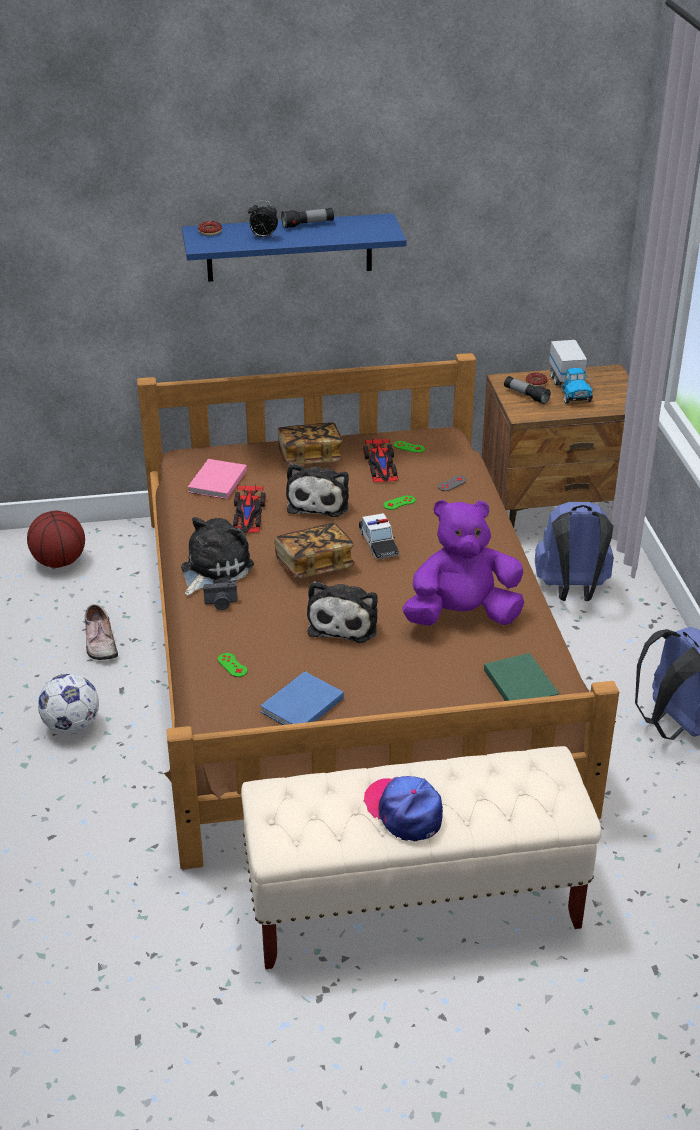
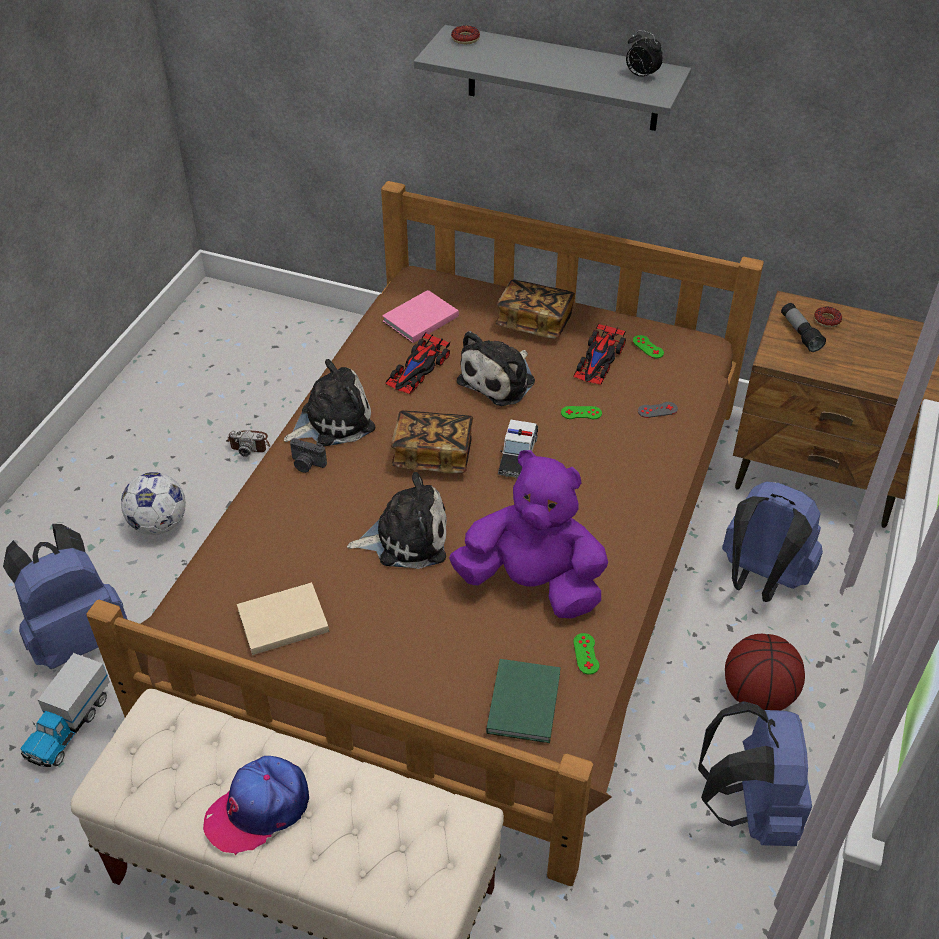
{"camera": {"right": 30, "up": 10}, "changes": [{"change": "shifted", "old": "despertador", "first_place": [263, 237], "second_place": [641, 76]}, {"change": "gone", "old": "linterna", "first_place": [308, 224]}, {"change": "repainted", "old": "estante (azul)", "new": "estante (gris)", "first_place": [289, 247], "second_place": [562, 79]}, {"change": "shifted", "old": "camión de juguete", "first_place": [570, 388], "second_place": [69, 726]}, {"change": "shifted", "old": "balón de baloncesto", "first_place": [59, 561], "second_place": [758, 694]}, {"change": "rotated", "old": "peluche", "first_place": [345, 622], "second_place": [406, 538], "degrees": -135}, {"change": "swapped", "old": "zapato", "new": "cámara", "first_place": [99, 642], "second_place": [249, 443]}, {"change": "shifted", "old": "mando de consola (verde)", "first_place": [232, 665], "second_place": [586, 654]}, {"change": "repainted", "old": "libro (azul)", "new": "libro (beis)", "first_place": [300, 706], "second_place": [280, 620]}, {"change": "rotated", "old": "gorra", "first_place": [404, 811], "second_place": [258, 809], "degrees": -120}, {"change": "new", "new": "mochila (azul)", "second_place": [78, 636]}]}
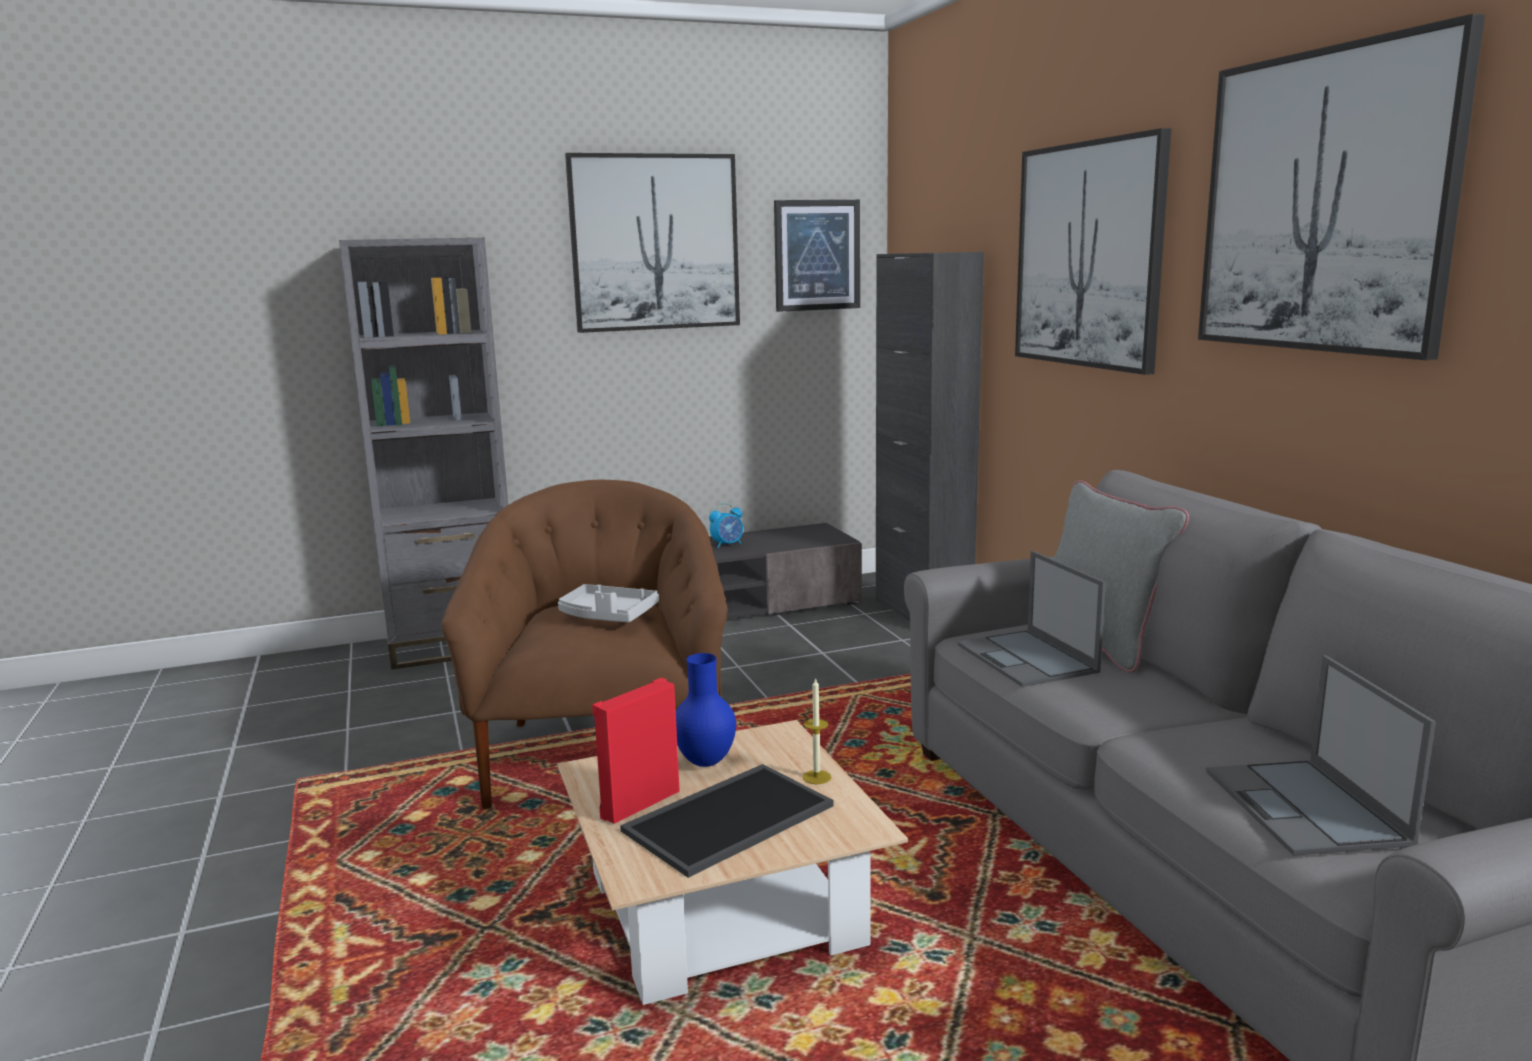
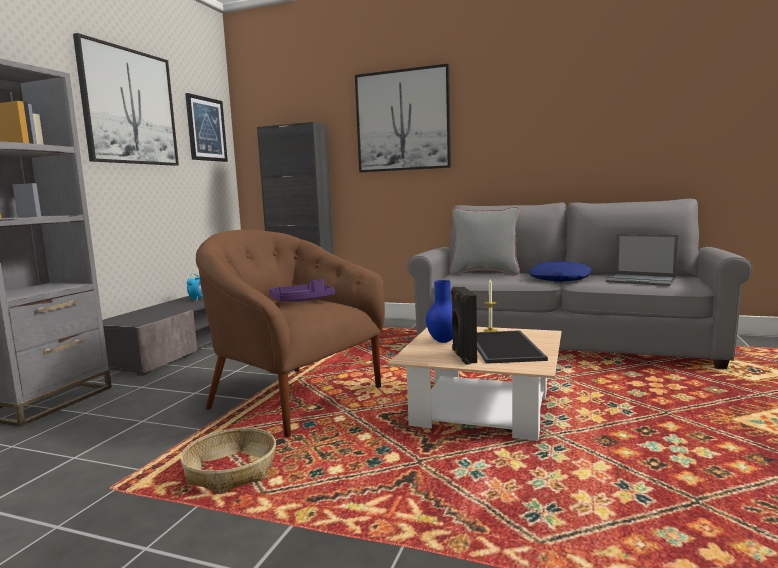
{"camera": {"right": -50, "up": -5}, "changes": [{"change": "gone", "old": "cuadro", "first_place": [1324, 202]}, {"change": "gone", "old": "portátil", "first_place": [1028, 659]}, {"change": "repainted", "old": "bandeja (gris)", "new": "bandeja (morado)", "first_place": [607, 616], "second_place": [302, 300]}, {"change": "repainted", "old": "altavoz (rojo)", "new": "altavoz (negro)", "first_place": [638, 803], "second_place": [463, 356]}, {"change": "new", "new": "cojín (azul)", "second_place": [560, 279]}, {"change": "new", "new": "cesta", "second_place": [231, 471]}]}
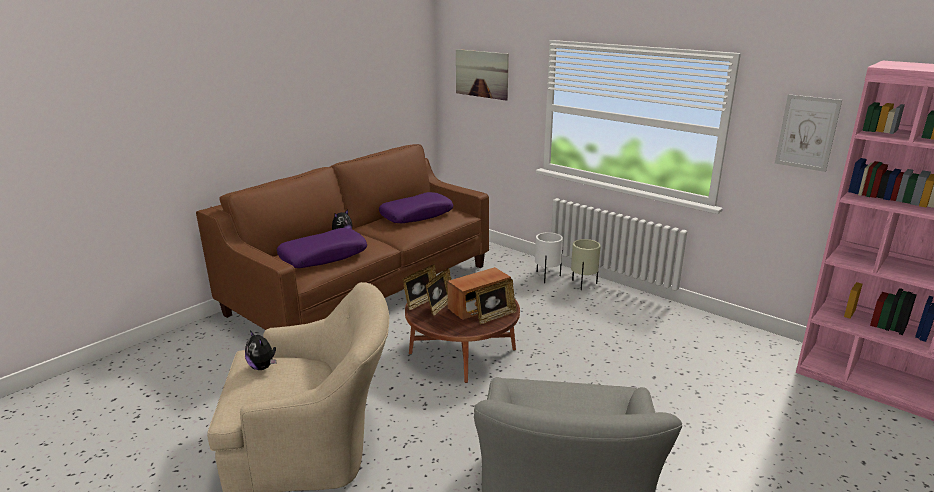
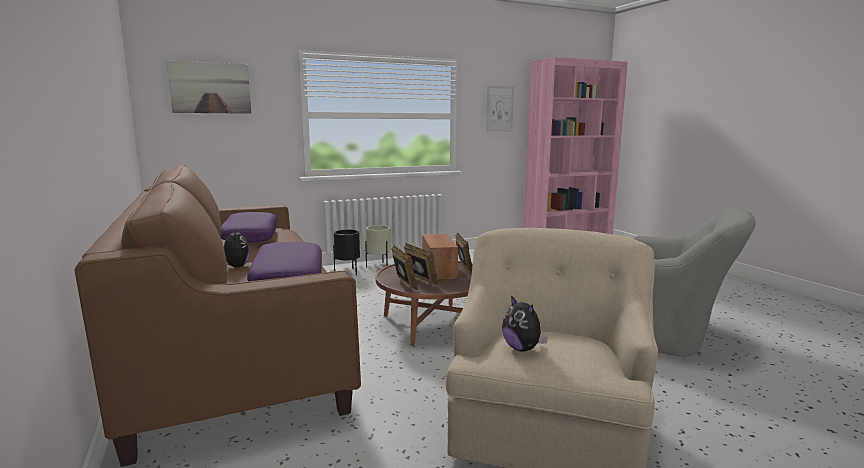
{"camera": {"right": -65, "up": -10}, "changes": [{"change": "repainted", "old": "maceta (blanco)", "new": "maceta (negro)", "first_place": [547, 277], "second_place": [348, 272]}, {"change": "rotated", "old": "peluche", "first_place": [263, 367], "second_place": [522, 348], "degrees": 75}]}
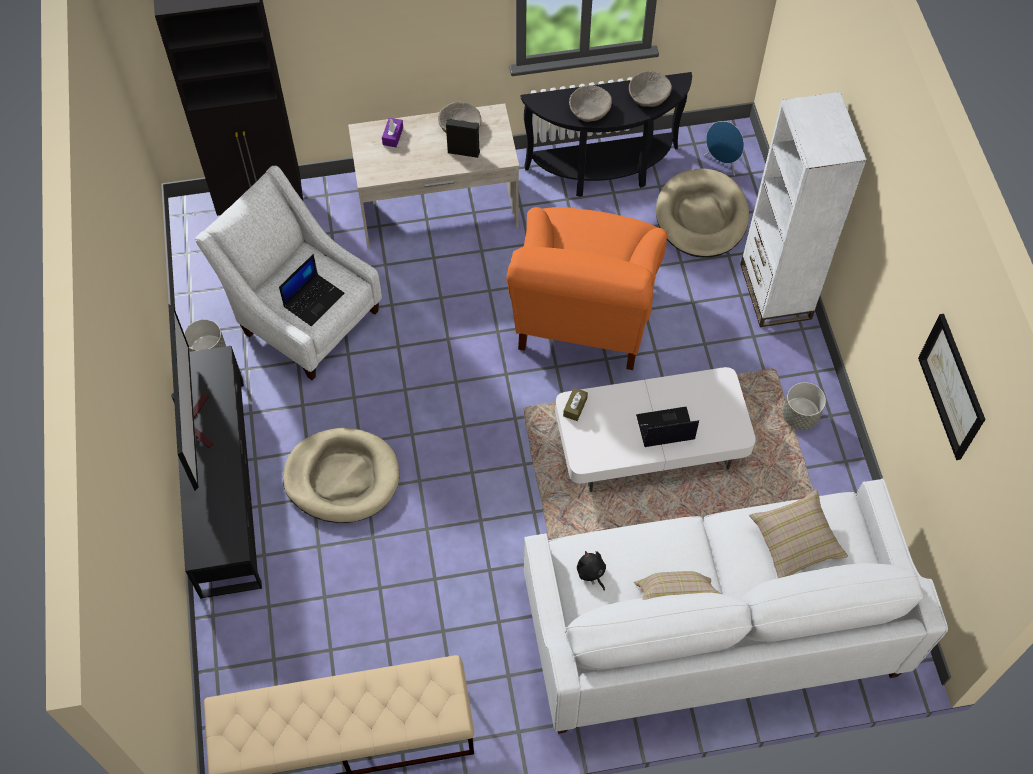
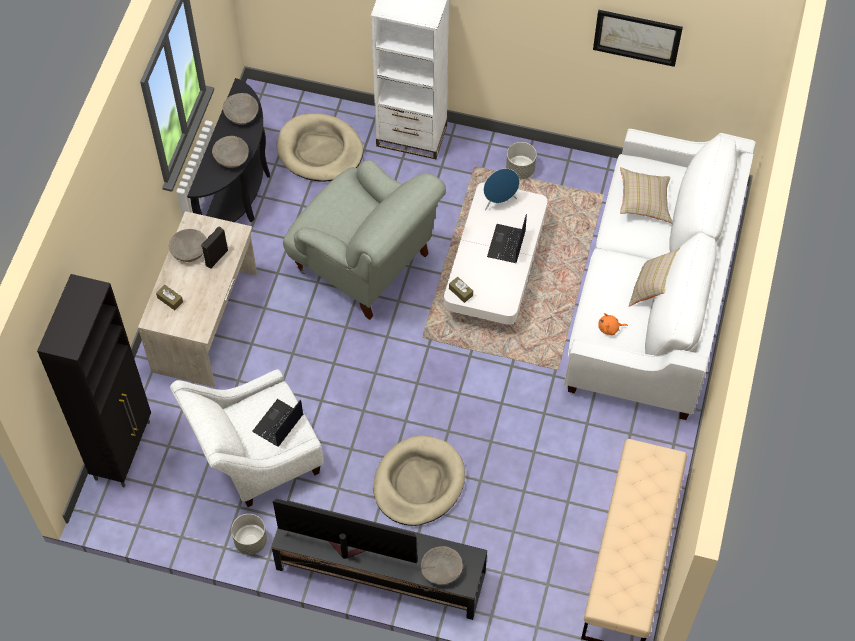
{"camera": {"right": -65, "up": 0}, "changes": [{"change": "repainted", "old": "caja de pañuelos (morado)", "new": "caja de pañuelos (marrón)", "first_place": [393, 136], "second_place": [170, 300]}, {"change": "shifted", "old": "altavoz (azul)", "first_place": [722, 163], "second_place": [499, 201]}, {"change": "repainted", "old": "sillón (naranja)", "new": "sillón (gris)", "first_place": [584, 316], "second_place": [365, 264]}, {"change": "rotated", "old": "portátil", "first_place": [314, 299], "second_place": [278, 424], "degrees": -120}, {"change": "repainted", "old": "peluche (negro)", "new": "peluche (naranja)", "first_place": [591, 573], "second_place": [610, 328]}, {"change": "new", "new": "cuenco (beis)", "second_place": [441, 569]}]}
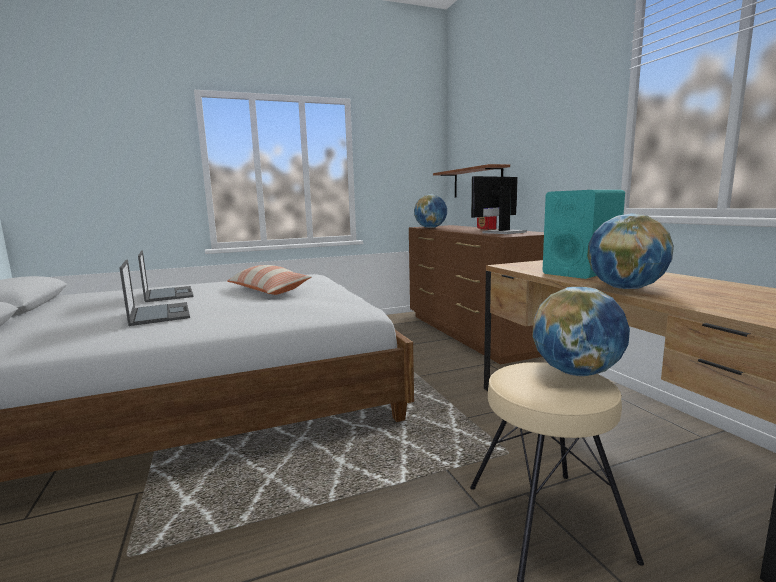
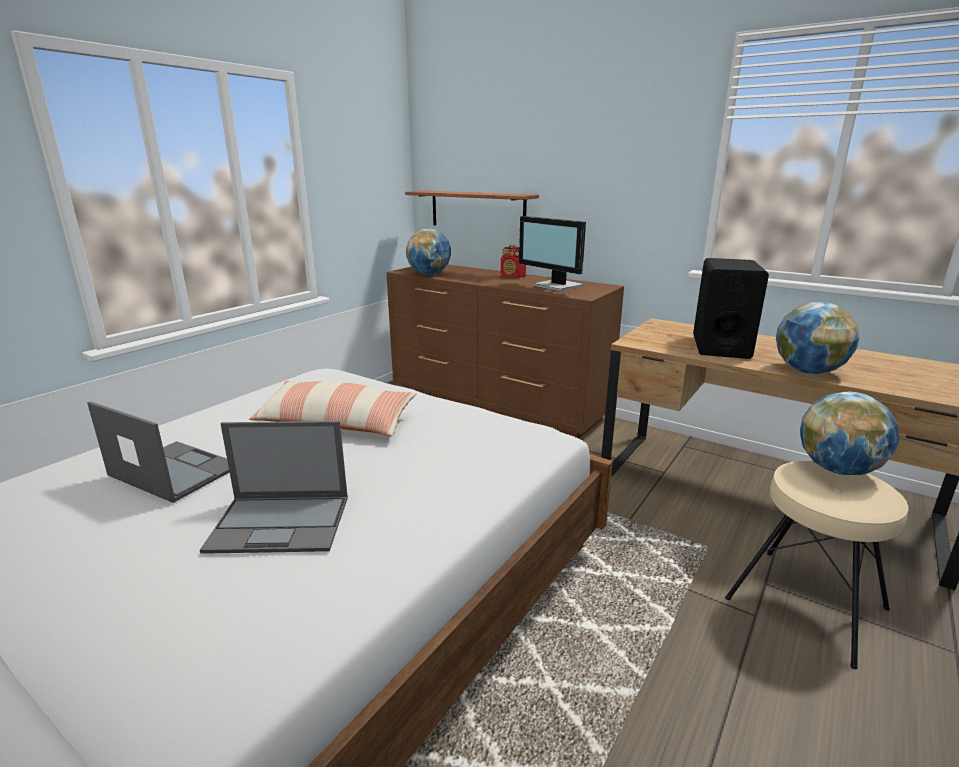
{"camera": {"right": -35, "up": 10}, "changes": [{"change": "rotated", "old": "monitor", "first_place": [502, 232], "second_place": [557, 286], "degrees": -60}, {"change": "repainted", "old": "altavoz (turquesa)", "new": "altavoz (negro)", "first_place": [580, 272], "second_place": [720, 346]}, {"change": "rotated", "old": "portátil", "first_place": [159, 314], "second_place": [282, 523], "degrees": 150}]}
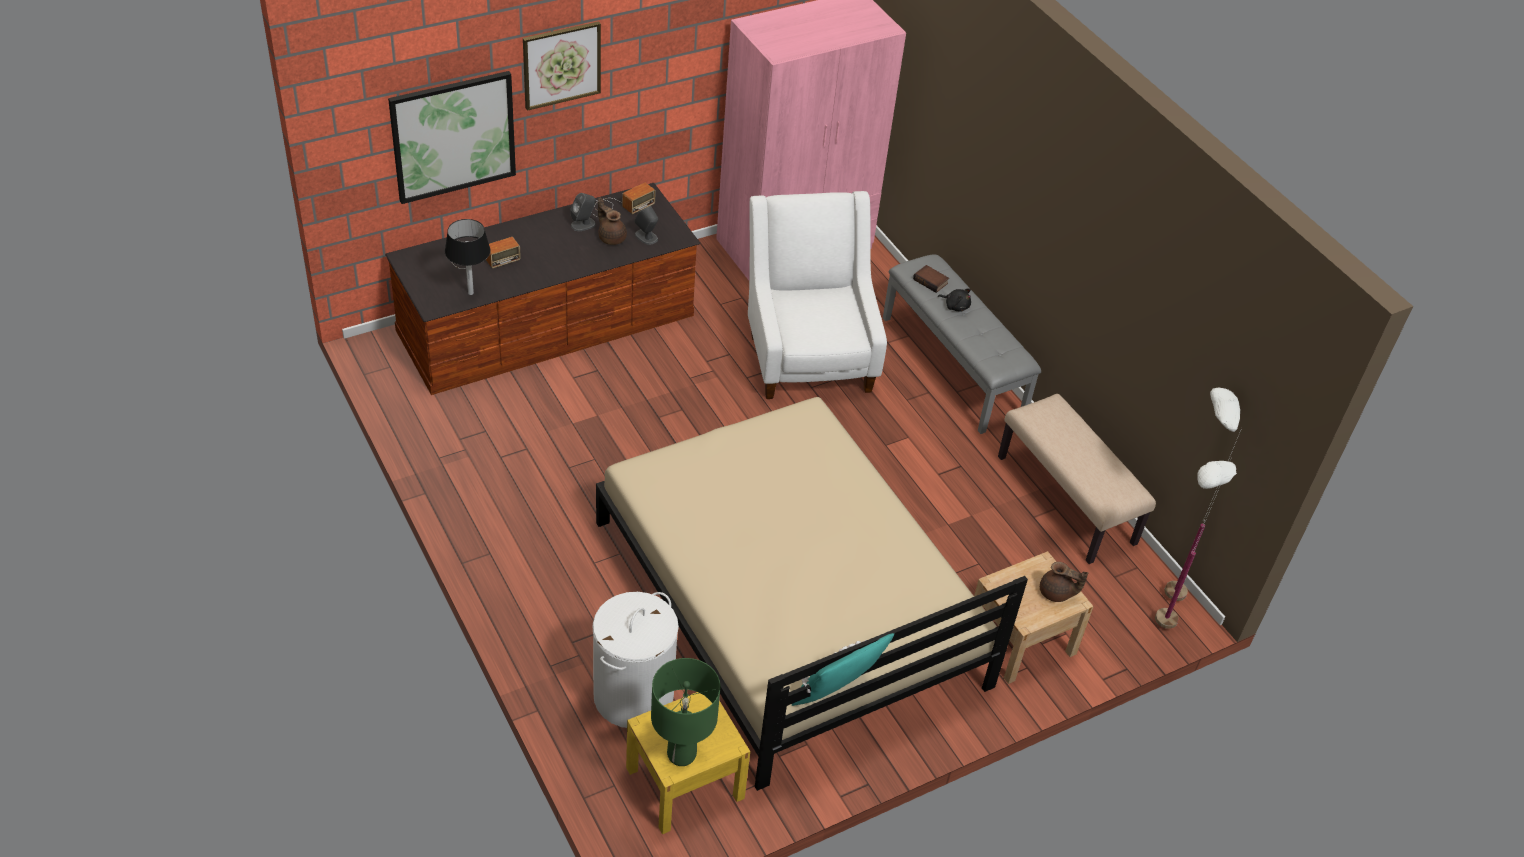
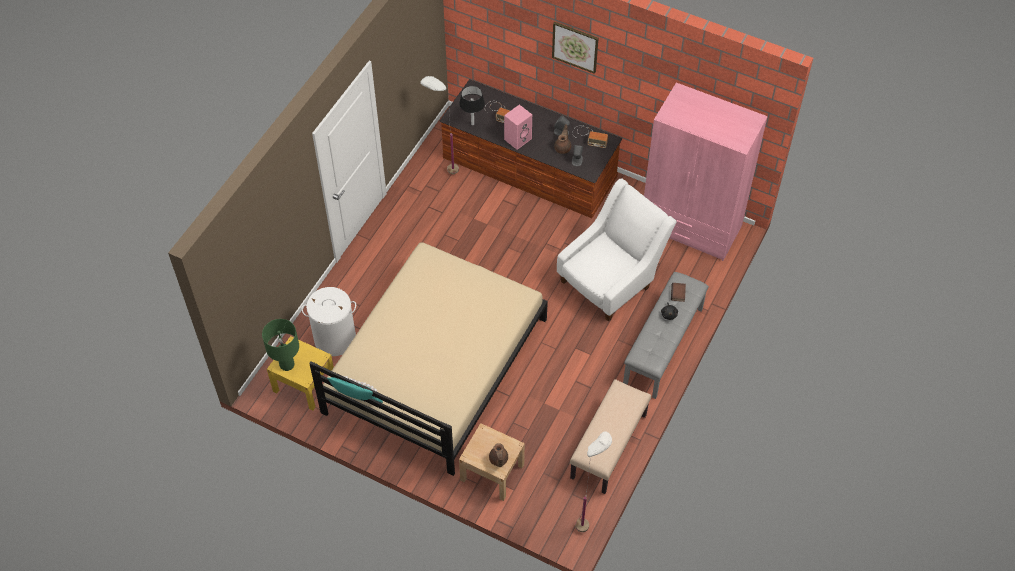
{"camera": {"right": 60, "up": 10}, "changes": [{"change": "gone", "old": "cuadro", "first_place": [453, 136]}, {"change": "shifted", "old": "lámpara de pie (blanco)", "first_place": [1153, 635], "second_place": [443, 170]}, {"change": "new", "new": "altavoz (rosa)", "second_place": [518, 138]}]}
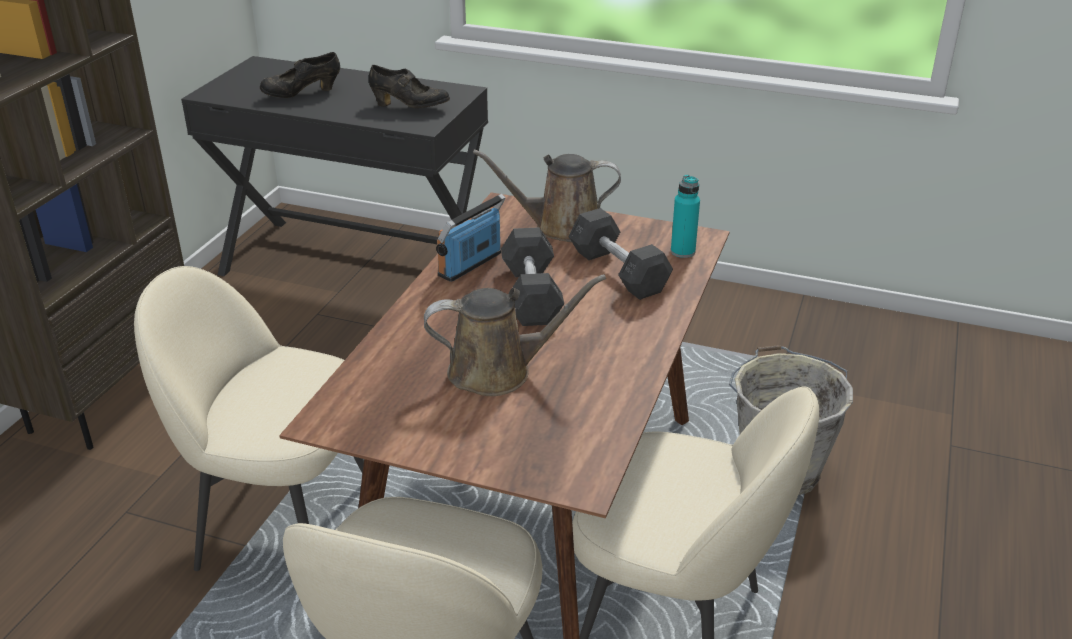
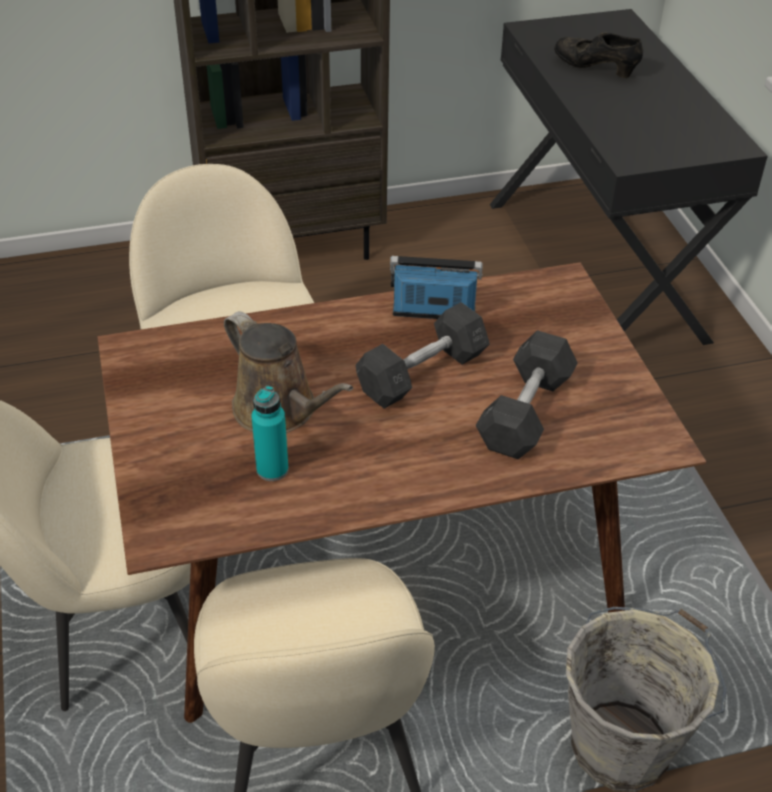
{"camera": {"right": 55, "up": 10}, "changes": [{"change": "gone", "old": "zapato (negro)", "first_place": [409, 107]}, {"change": "gone", "old": "regadera (marrón)", "first_place": [561, 227]}, {"change": "shifted", "old": "botella (turquesa)", "first_place": [682, 252], "second_place": [272, 469]}]}
